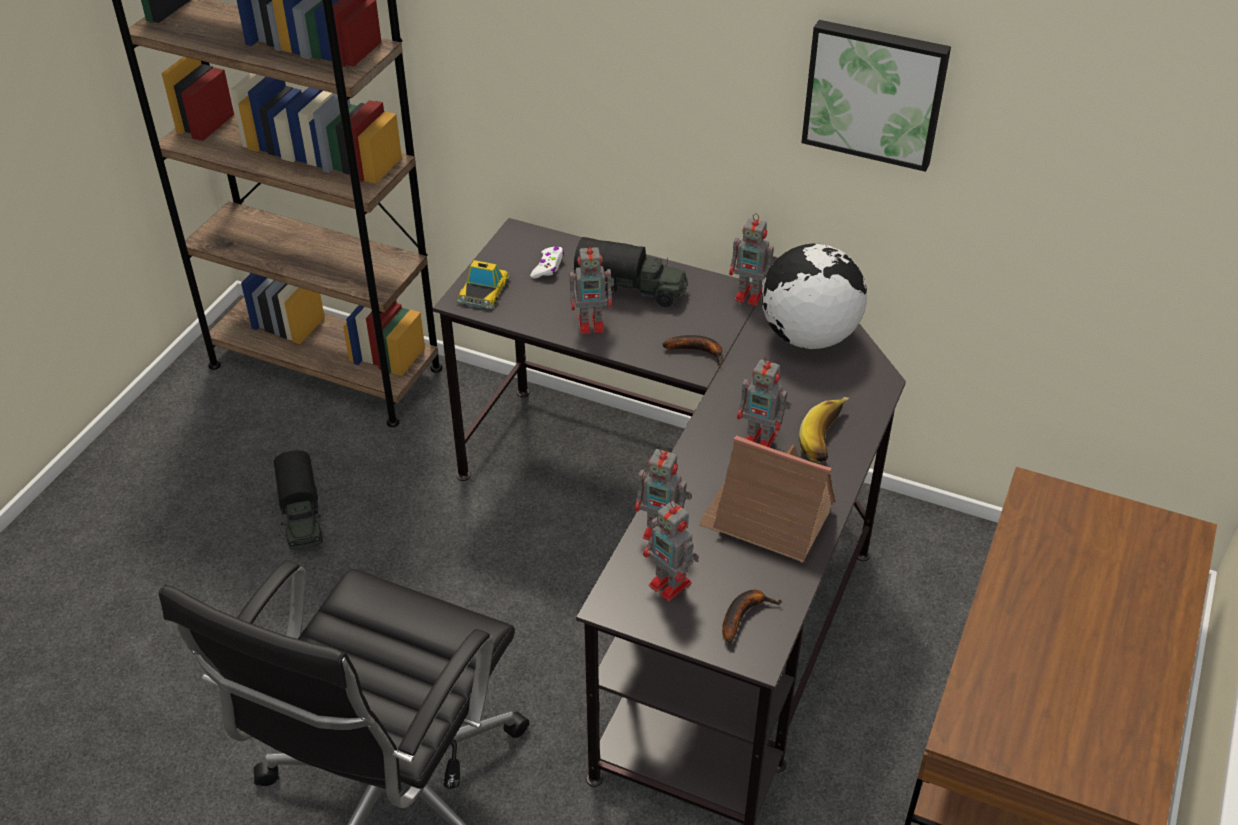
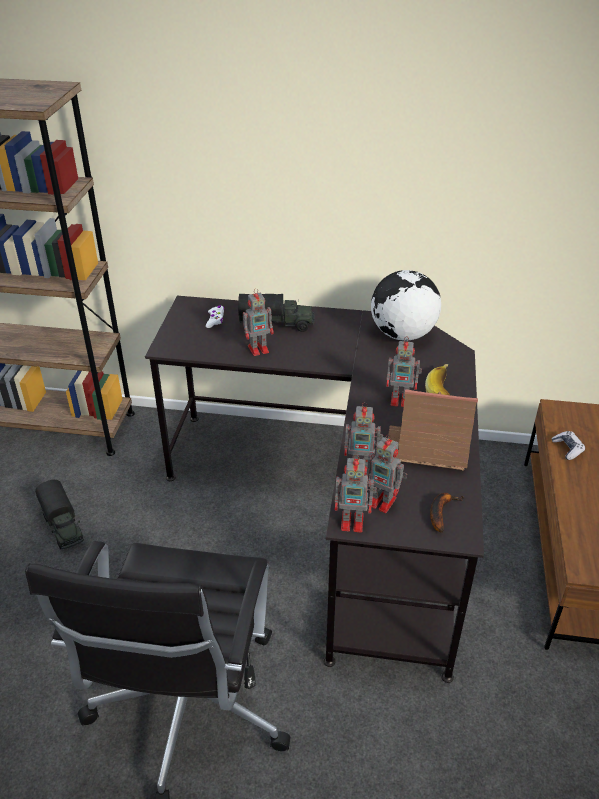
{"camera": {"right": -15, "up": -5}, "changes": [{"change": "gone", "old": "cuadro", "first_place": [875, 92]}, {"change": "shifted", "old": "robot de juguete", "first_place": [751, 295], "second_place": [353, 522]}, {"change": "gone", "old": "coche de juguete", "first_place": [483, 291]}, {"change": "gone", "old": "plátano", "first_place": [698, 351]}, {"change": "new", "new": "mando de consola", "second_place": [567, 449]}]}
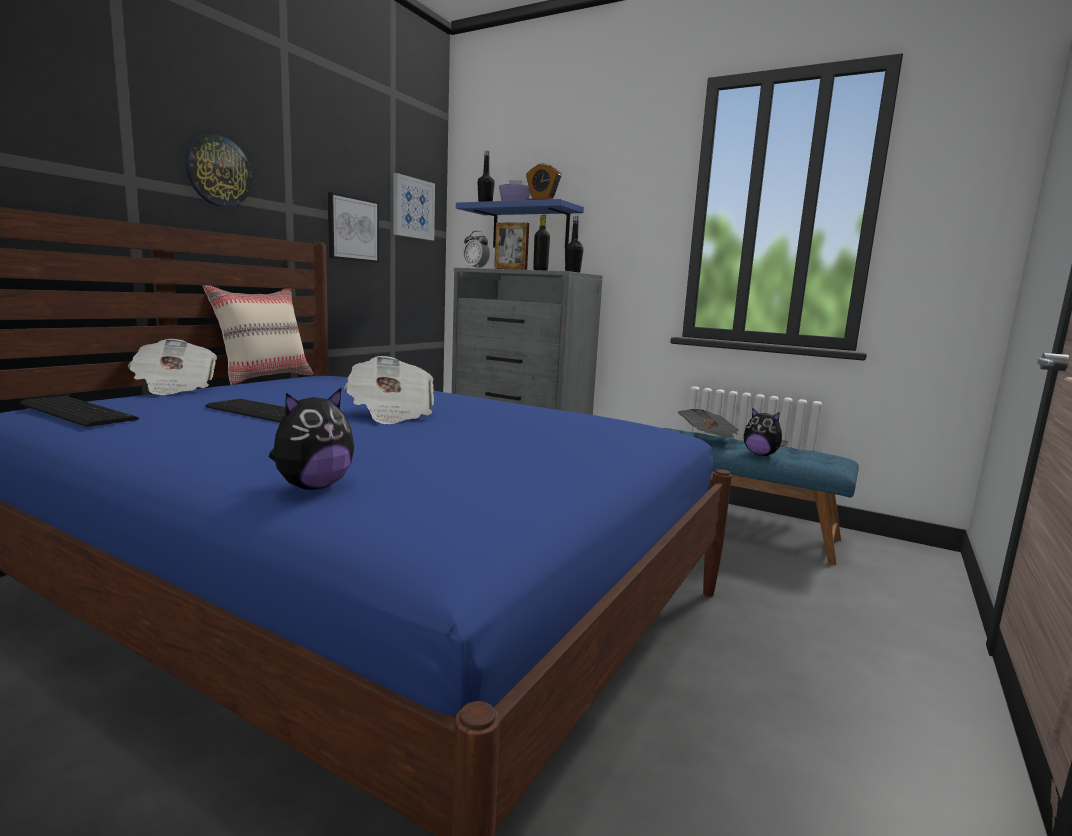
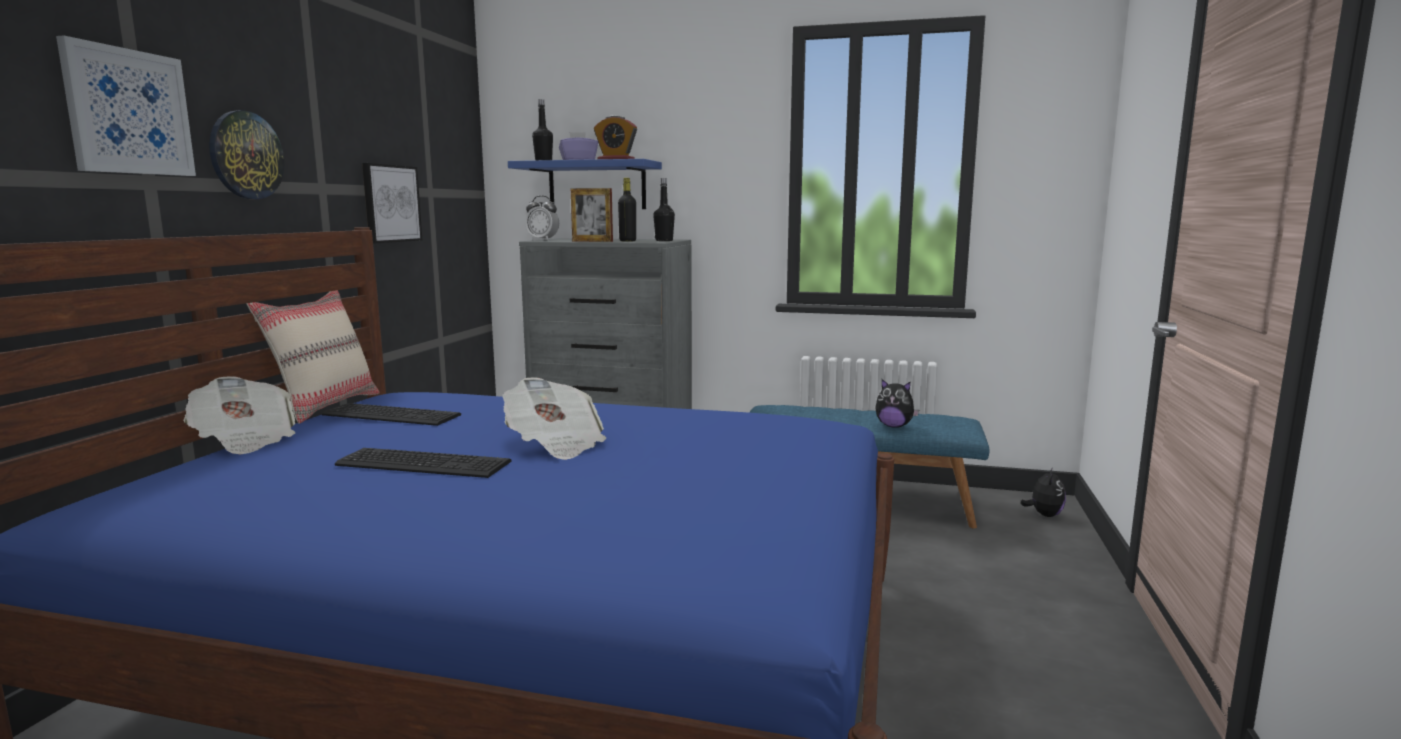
{"camera": {"right": -15, "up": 0}, "changes": [{"change": "shifted", "old": "cuadro", "first_place": [413, 208], "second_place": [128, 112]}, {"change": "shifted", "old": "peluche", "first_place": [313, 486], "second_place": [1044, 515]}, {"change": "shifted", "old": "teclado", "first_place": [79, 411], "second_place": [391, 414]}, {"change": "gone", "old": "periódico", "first_place": [708, 440]}]}
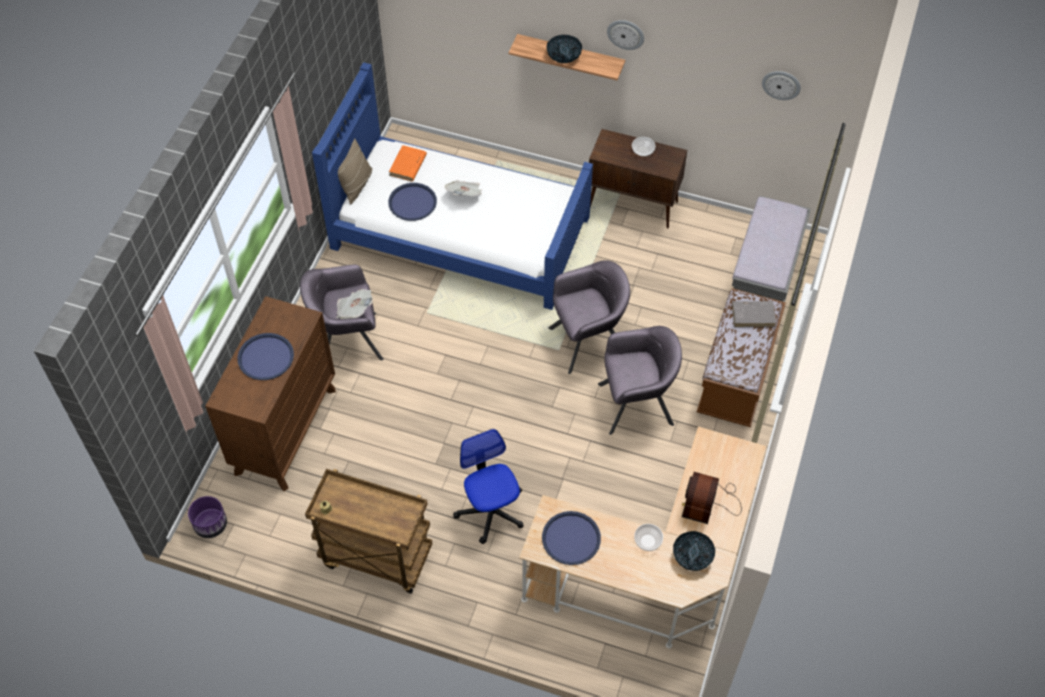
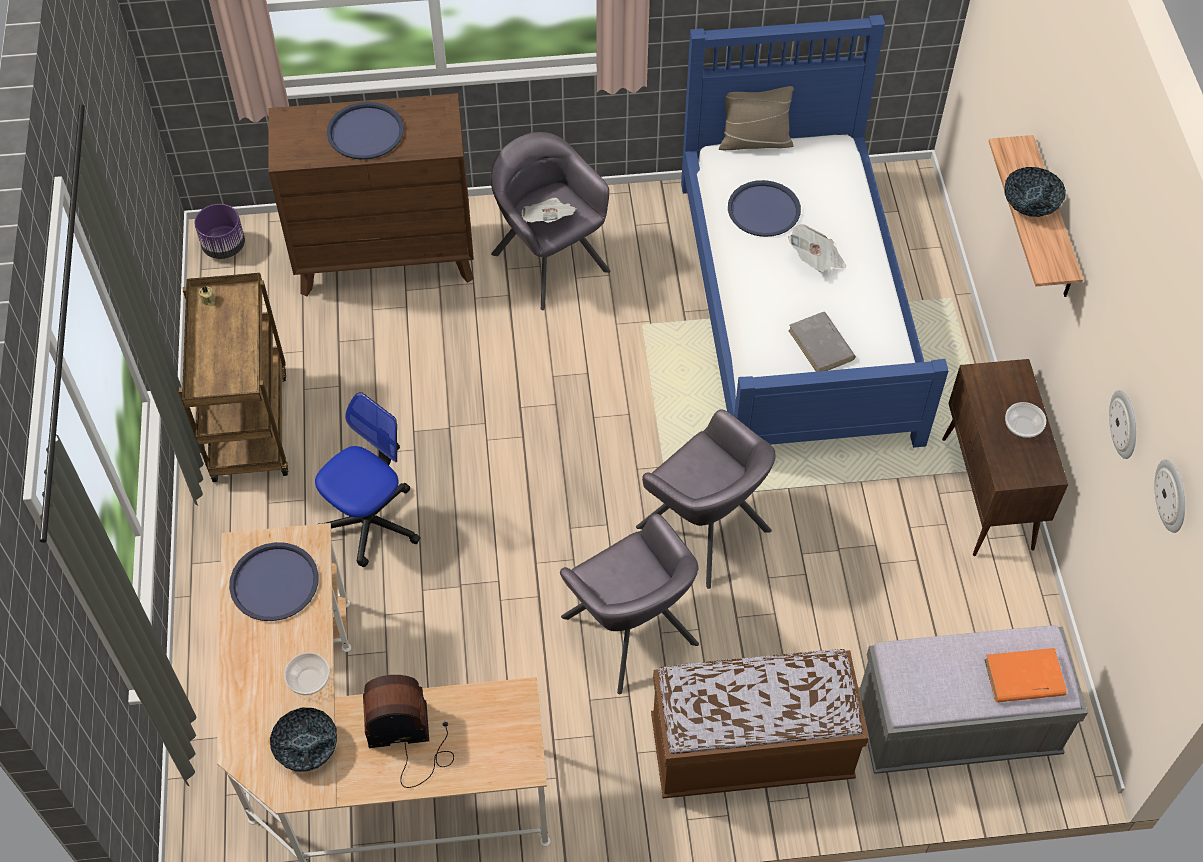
{"camera": {"right": 65, "up": 0}, "changes": [{"change": "shifted", "old": "reloj de pared", "first_place": [625, 34], "second_place": [1125, 424]}, {"change": "shifted", "old": "libro (naranja)", "first_place": [408, 165], "second_place": [1023, 678]}, {"change": "shifted", "old": "libro (gris)", "first_place": [753, 315], "second_place": [821, 345]}]}
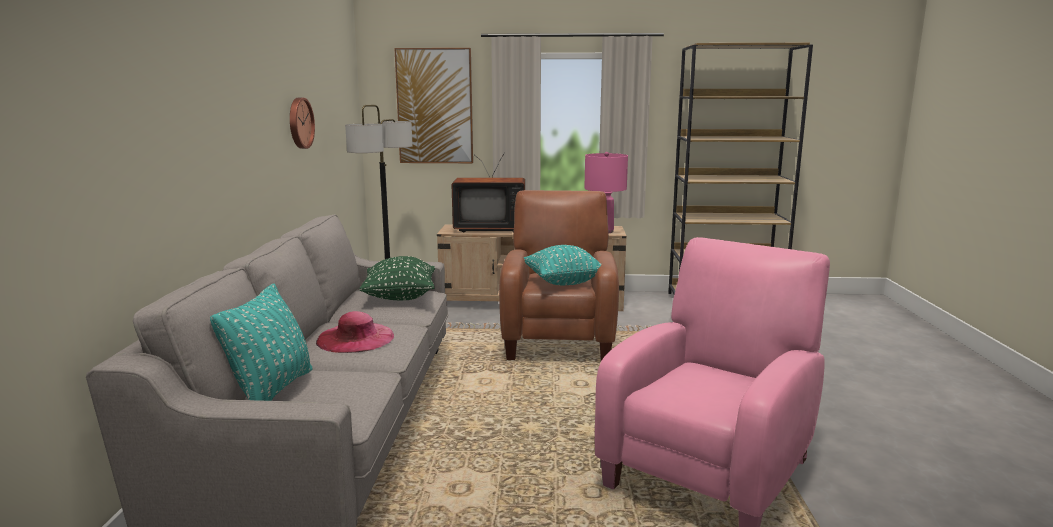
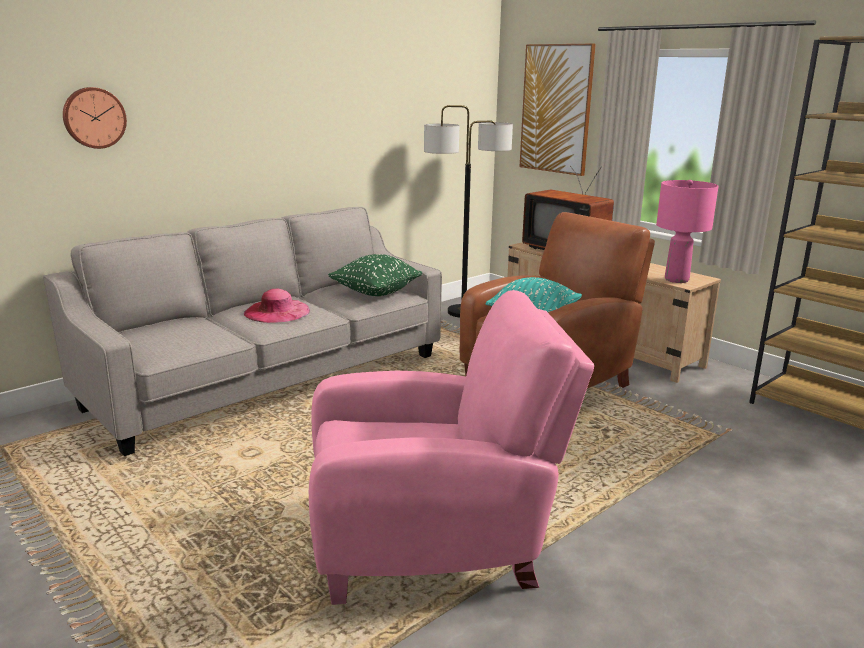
{"camera": {"right": 45, "up": 5}, "changes": [{"change": "shifted", "old": "reloj de pared", "first_place": [299, 123], "second_place": [94, 118]}, {"change": "gone", "old": "cojín (turquesa)", "first_place": [272, 390]}]}
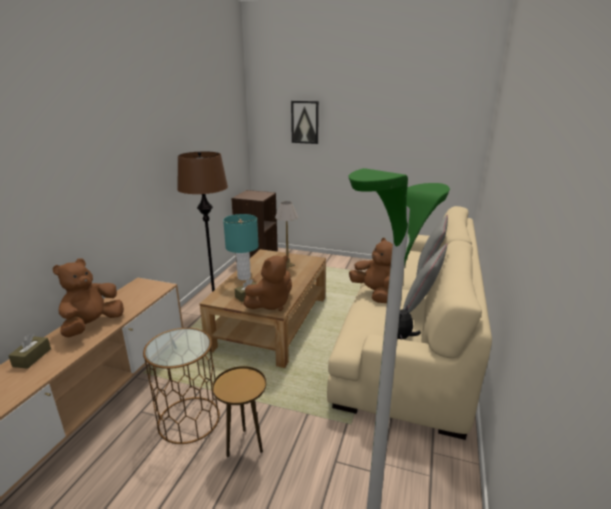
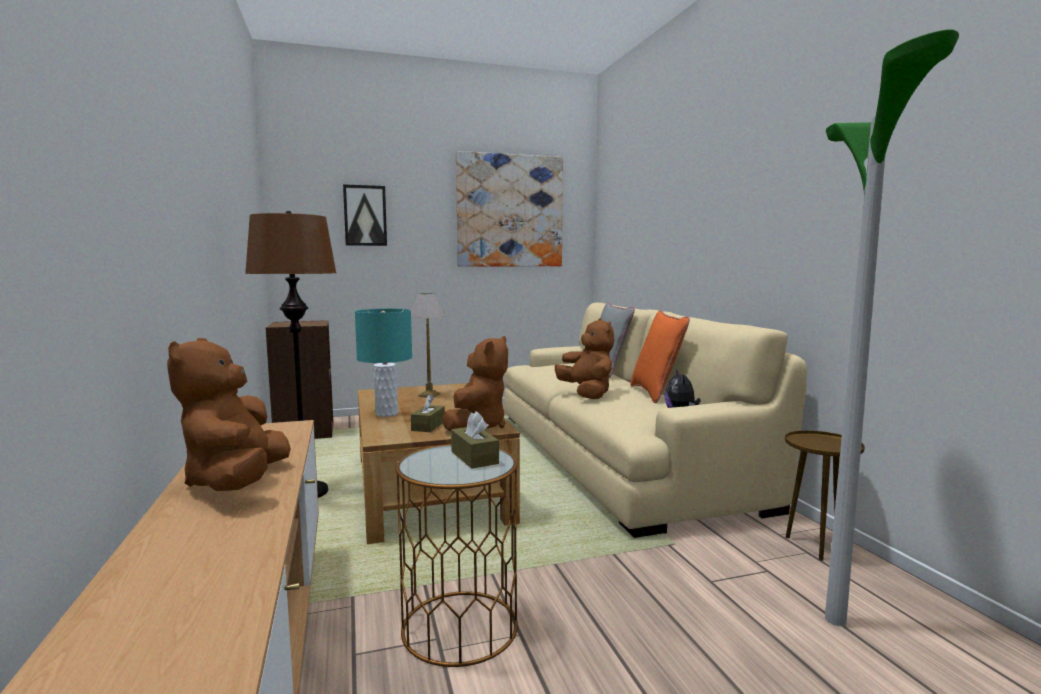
{"camera": {"right": -35, "up": -15}, "changes": [{"change": "rotated", "old": "peluche (marrón)", "first_place": [374, 293], "second_place": [587, 394], "degrees": 45}, {"change": "repainted", "old": "cojín (gris)", "new": "cojín (naranja)", "first_place": [420, 309], "second_place": [656, 393]}, {"change": "shifted", "old": "caja de pañuelos (marrón)", "first_place": [32, 357], "second_place": [474, 457]}, {"change": "shifted", "old": "mesa auxiliar (marrón)", "first_place": [244, 445], "second_place": [814, 546]}, {"change": "new", "new": "cuadro", "second_place": [509, 211]}]}
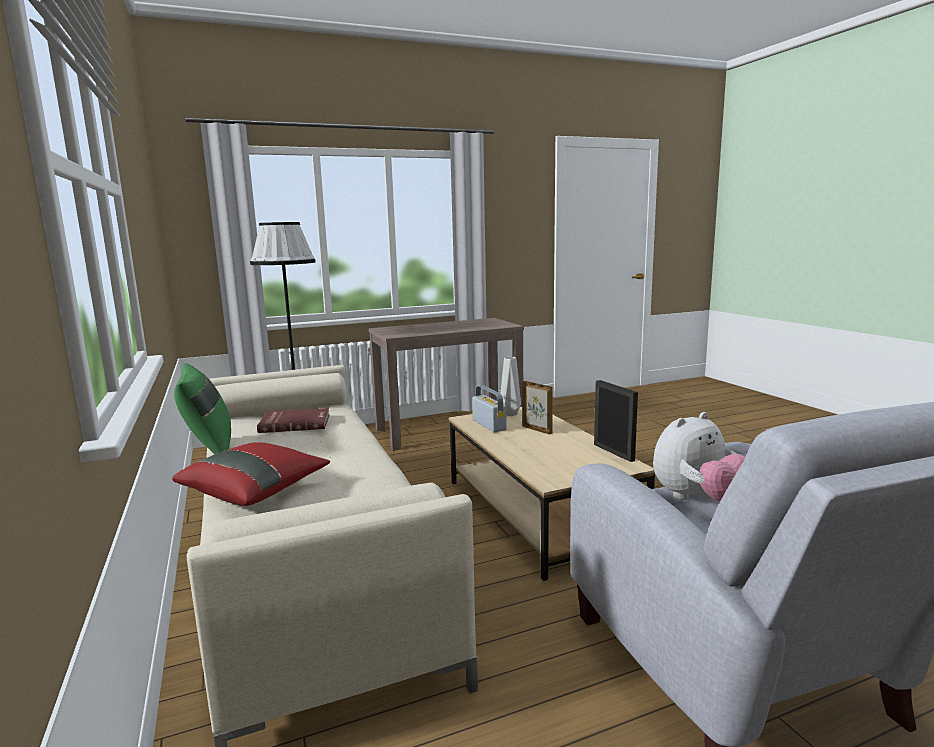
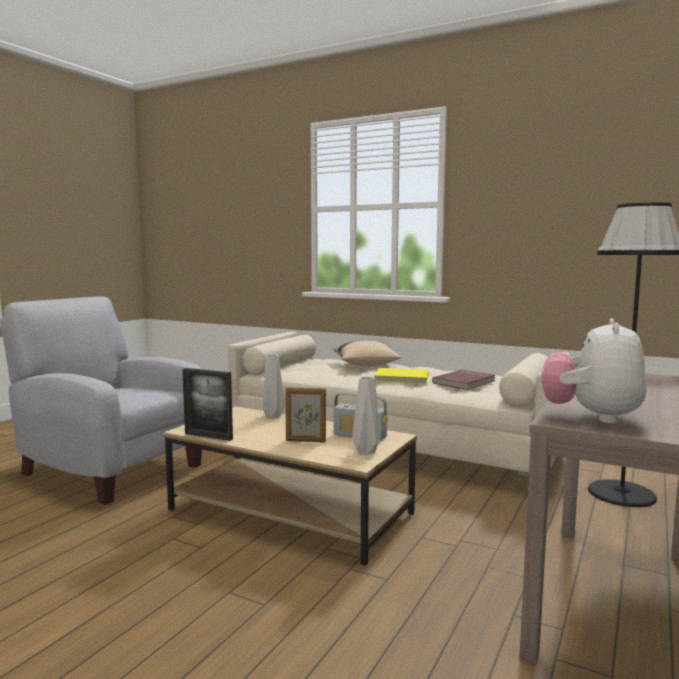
{"camera": {"right": 140, "up": -5}, "changes": [{"change": "gone", "old": "cojín (verde)", "first_place": [209, 451]}, {"change": "shifted", "old": "peluche", "first_place": [697, 499], "second_place": [591, 417]}, {"change": "repainted", "old": "cojín (rojo)", "new": "cojín (beis)", "first_place": [256, 491], "second_place": [366, 365]}, {"change": "new", "new": "florero (gris)", "second_place": [272, 415]}, {"change": "new", "new": "libro (amarillo)", "second_place": [401, 378]}]}
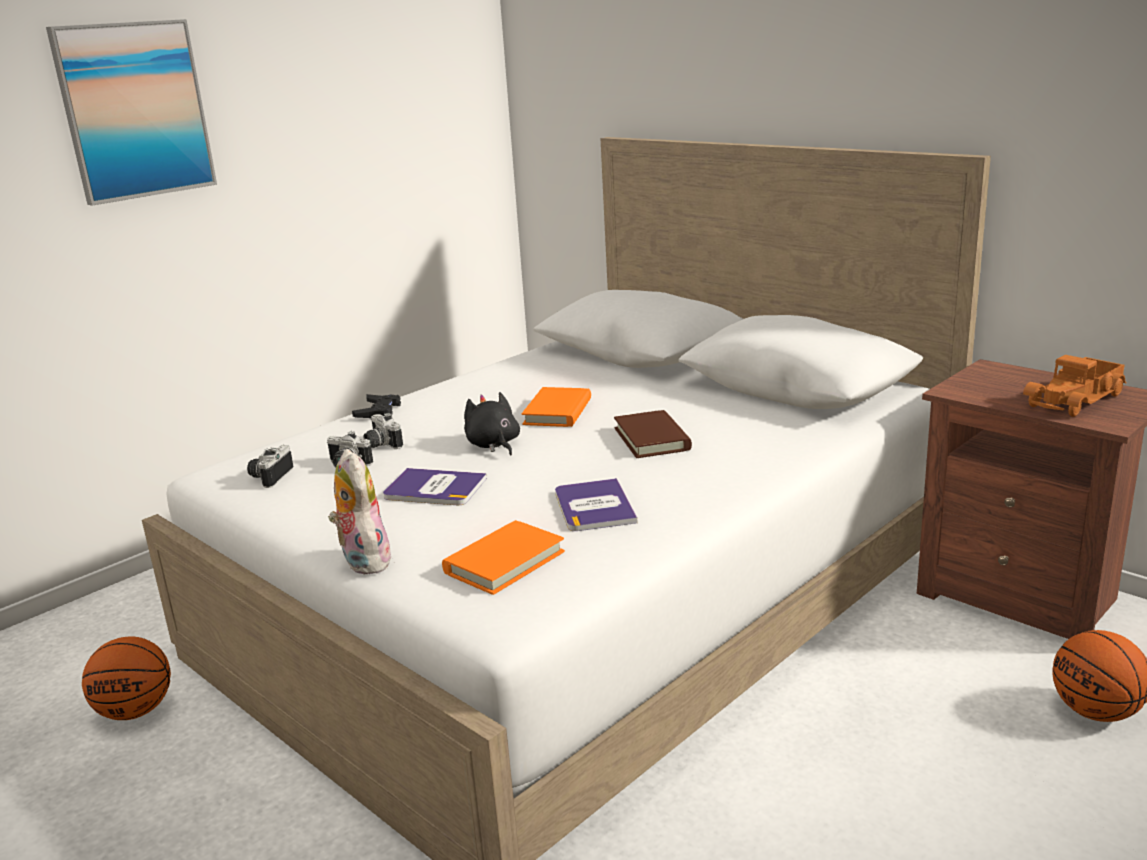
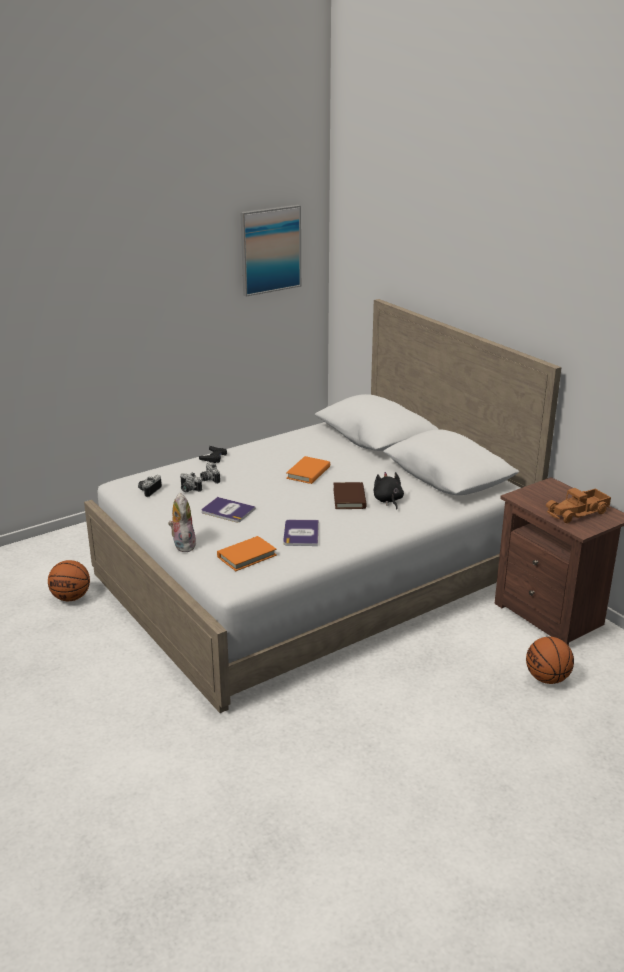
{"camera": {"right": 10, "up": 5}, "changes": [{"change": "shifted", "old": "cuadro", "first_place": [135, 111], "second_place": [270, 250]}, {"change": "shifted", "old": "peluche (negro)", "first_place": [493, 445], "second_place": [388, 500]}]}
